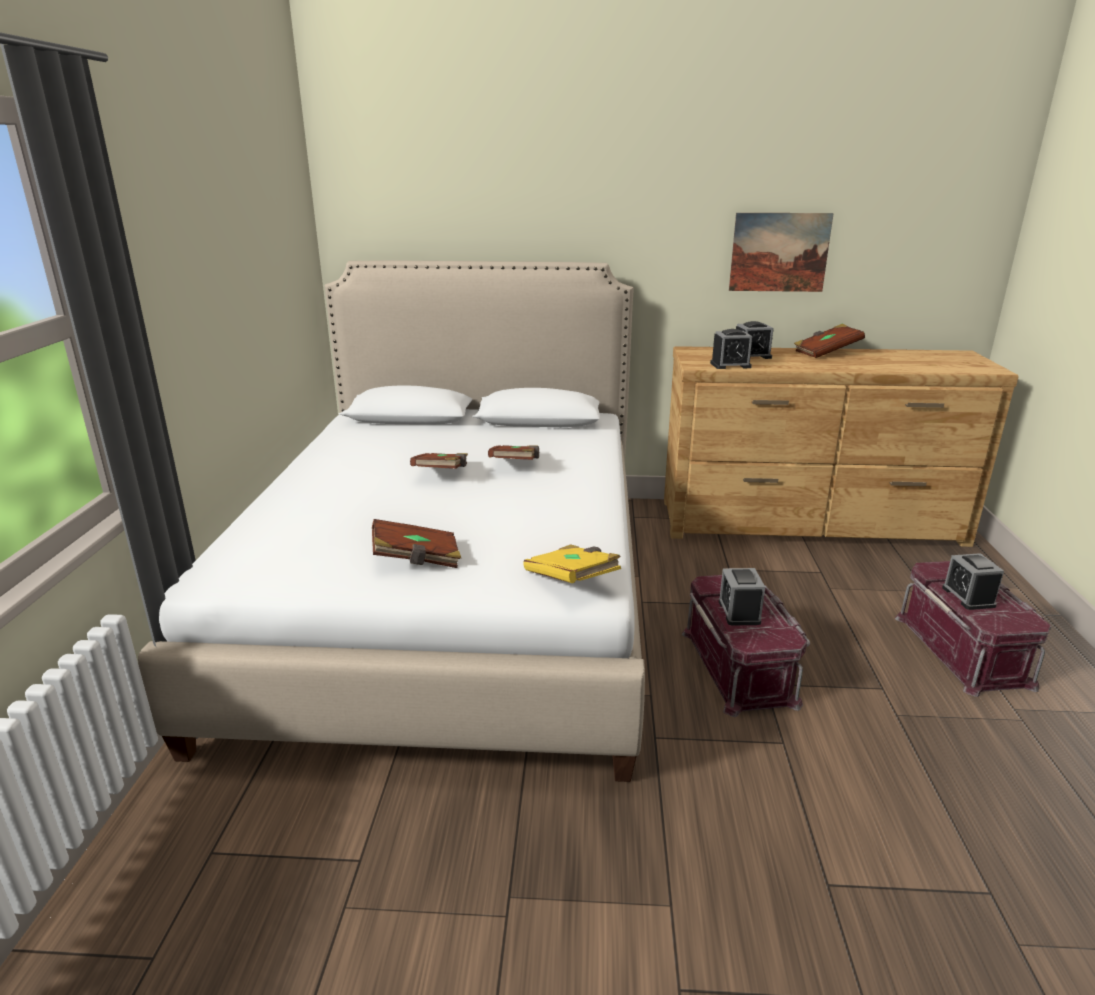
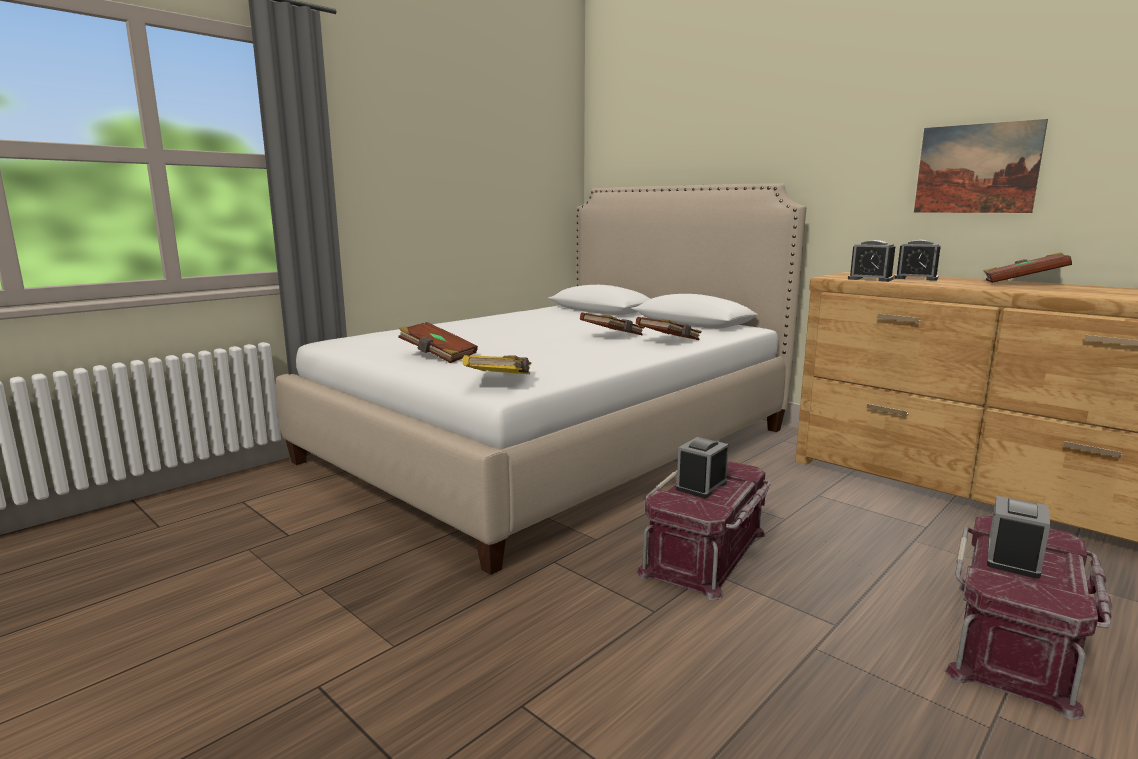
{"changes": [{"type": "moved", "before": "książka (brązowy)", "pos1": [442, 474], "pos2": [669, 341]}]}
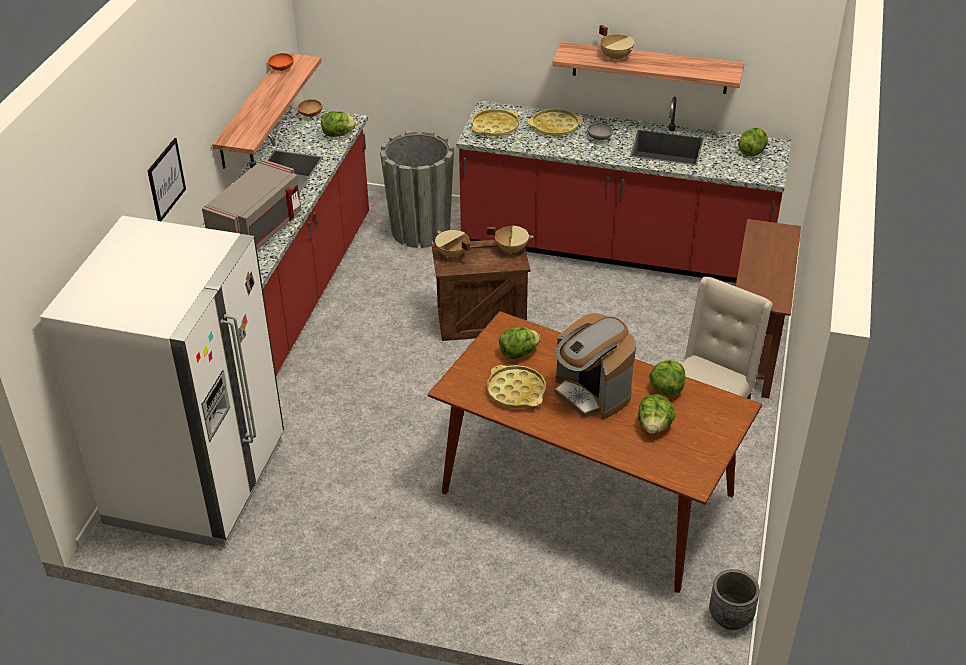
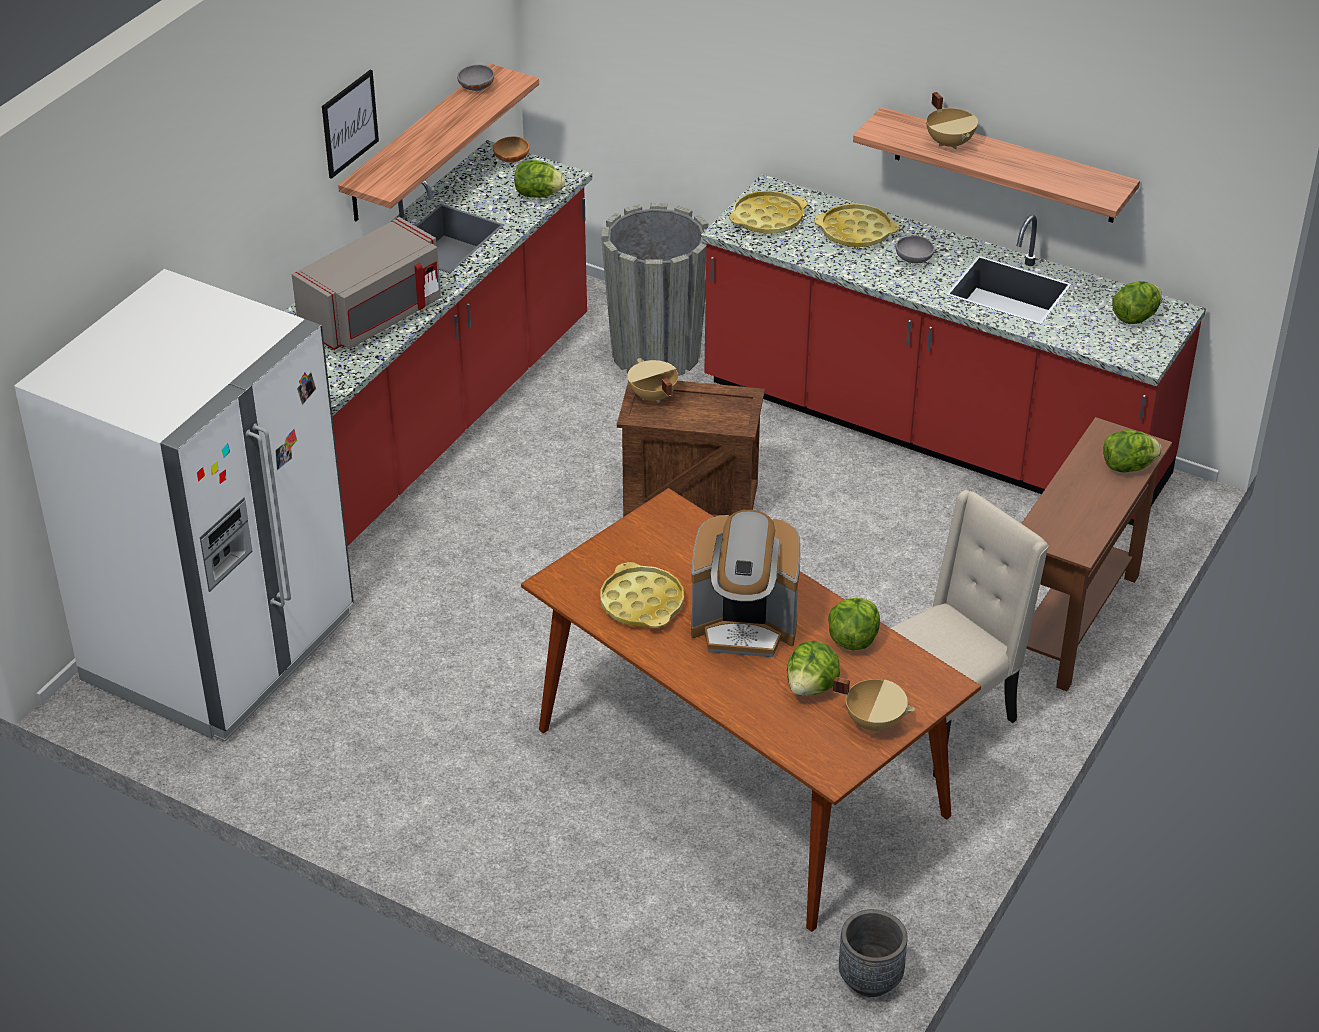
{"changes": [{"type": "moved", "before": "obraz", "pos1": [166, 180], "pos2": [349, 123]}, {"type": "moved", "before": "garnek (beżowy)", "pos1": [511, 249], "pos2": [874, 721]}, {"type": "moved", "before": "sałata", "pos1": [518, 353], "pos2": [1127, 467]}, {"type": "recoloured", "before": "miska (pomarańczowy)", "after": "miska (szary)", "pos1": [281, 69], "pos2": [475, 88]}, {"type": "turned", "before": "ekspres do kawy", "pos1": [591, 393], "pos2": [744, 626], "turn": -60}]}
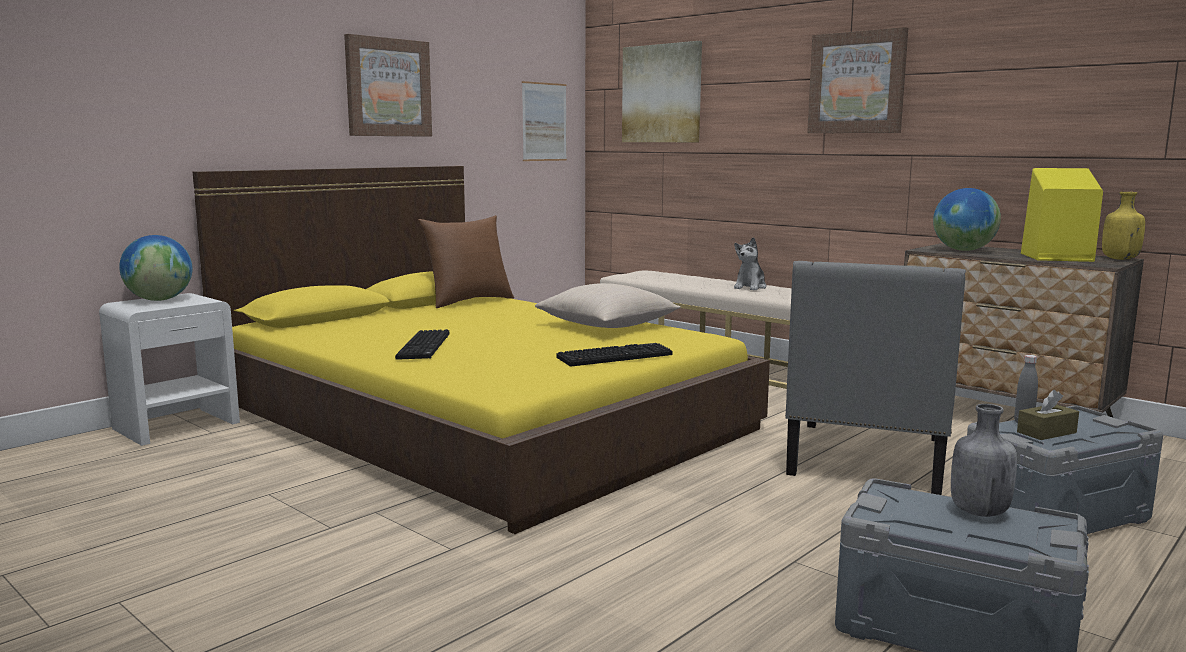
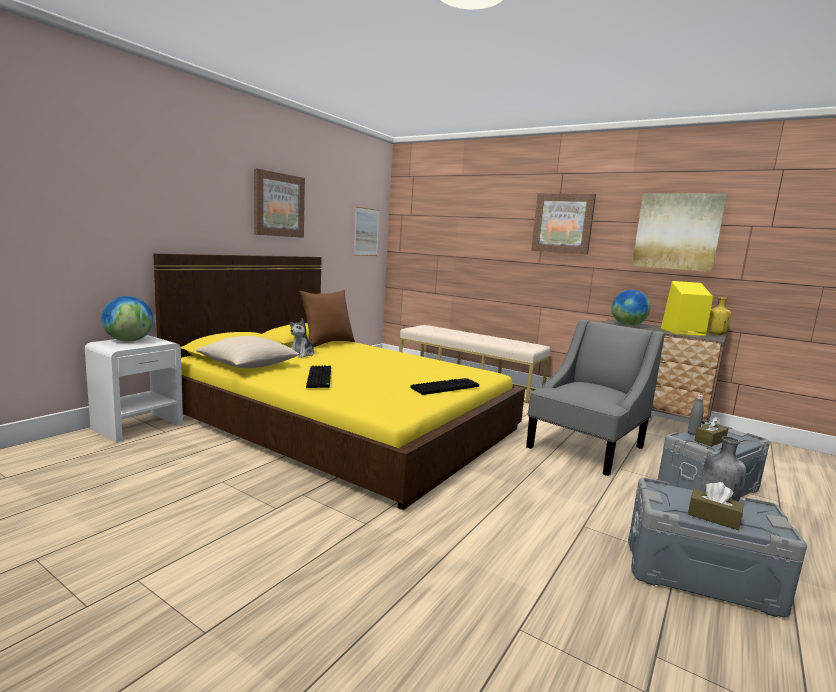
{"changes": [{"type": "added", "after": "pudełko chusteczek (brązowy)", "pos2": [713, 517]}, {"type": "moved", "before": "poduszka (beżowy)", "pos1": [607, 326], "pos2": [248, 365]}, {"type": "moved", "before": "obraz", "pos1": [662, 94], "pos2": [677, 231]}, {"type": "moved", "before": "pluszak", "pos1": [750, 287], "pos2": [302, 354]}, {"type": "turned", "before": "fotel (szary)", "pos1": [867, 455], "pos2": [586, 447], "turn": -150}]}
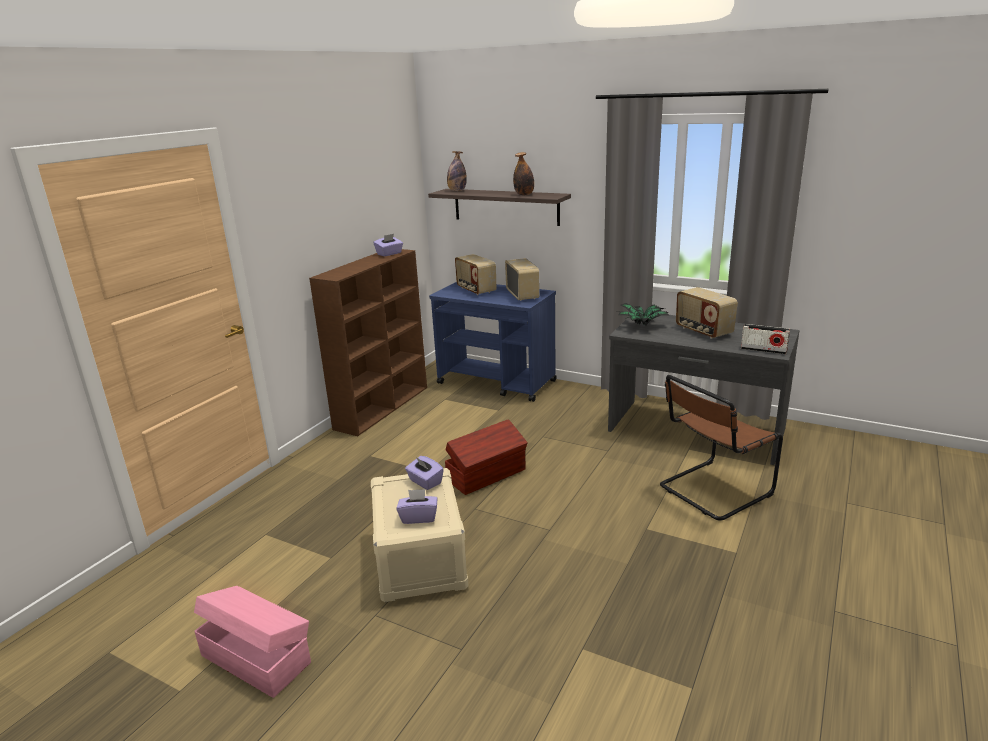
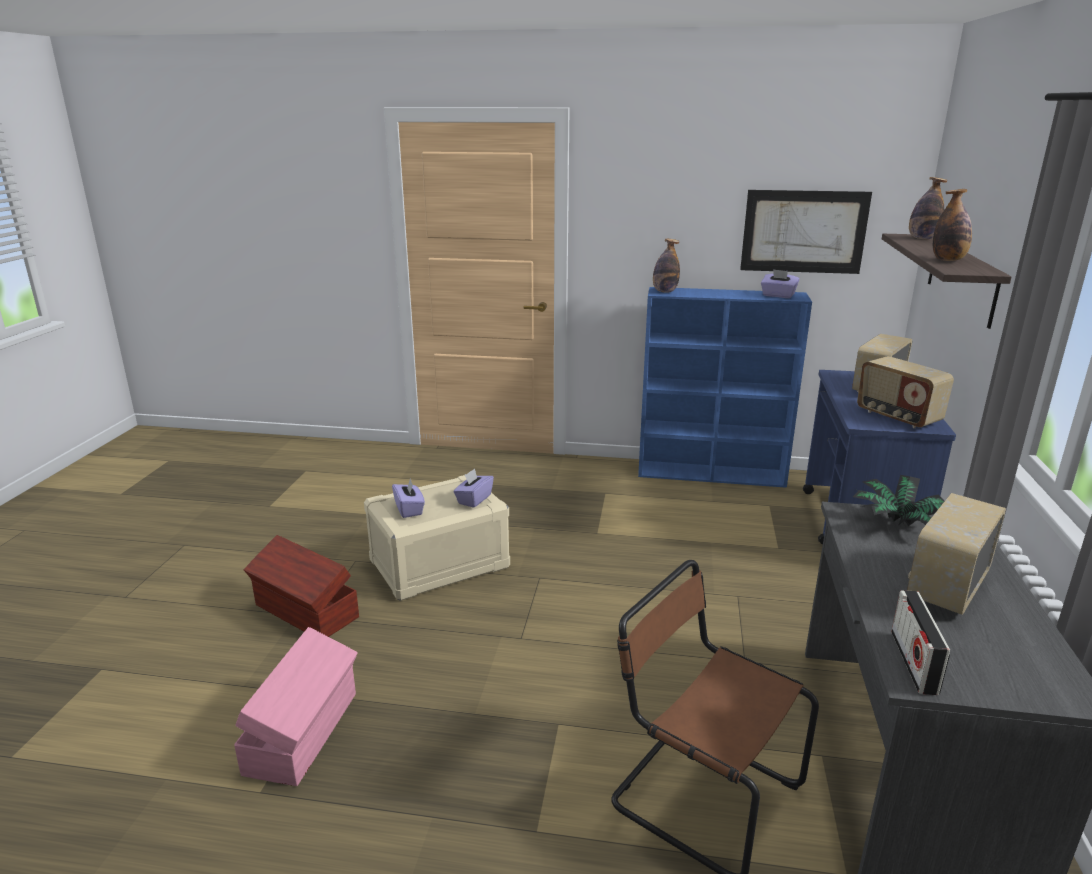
{"changes": [{"type": "added", "after": "butelka", "pos2": [664, 291]}, {"type": "added", "after": "obraz", "pos2": [804, 232]}, {"type": "moved", "before": "pojemnik do przechowywania (różowy)", "pos1": [256, 657], "pos2": [304, 732]}, {"type": "moved", "before": "pojemnik do przechowywania (brązowy)", "pos1": [487, 475], "pos2": [306, 612]}, {"type": "recoloured", "before": "regał (brązowy)", "after": "regał (niebieski)", "pos1": [383, 407], "pos2": [712, 473]}, {"type": "turned", "before": "radio", "pos1": [523, 295], "pos2": [897, 417], "turn": 90}]}
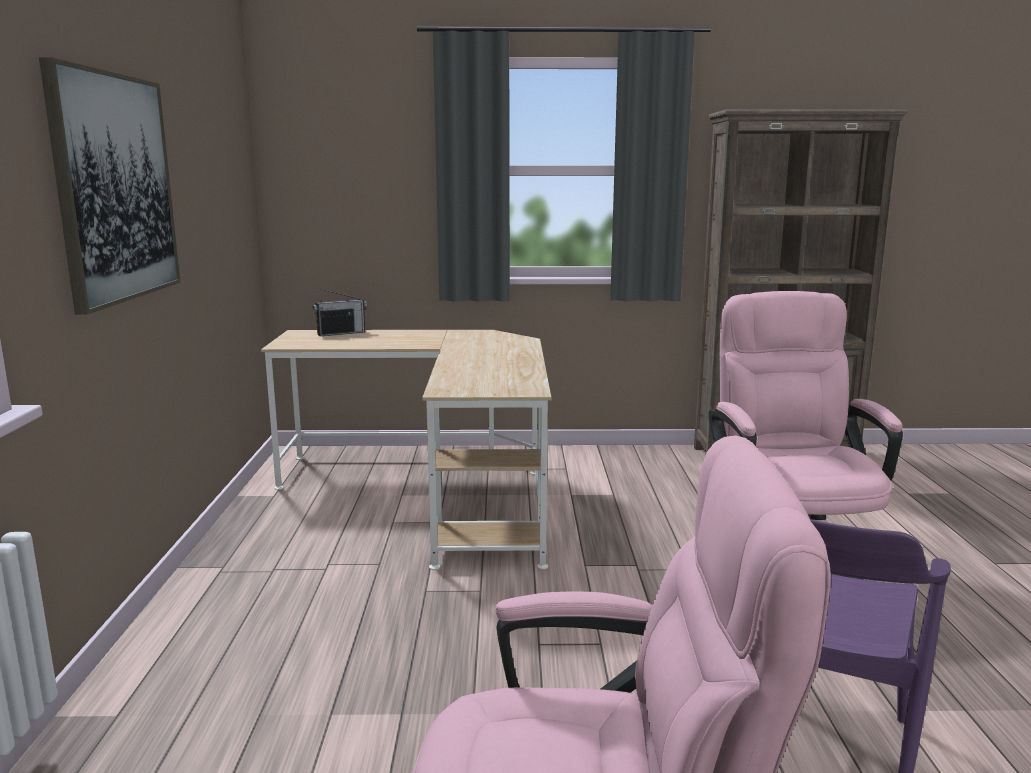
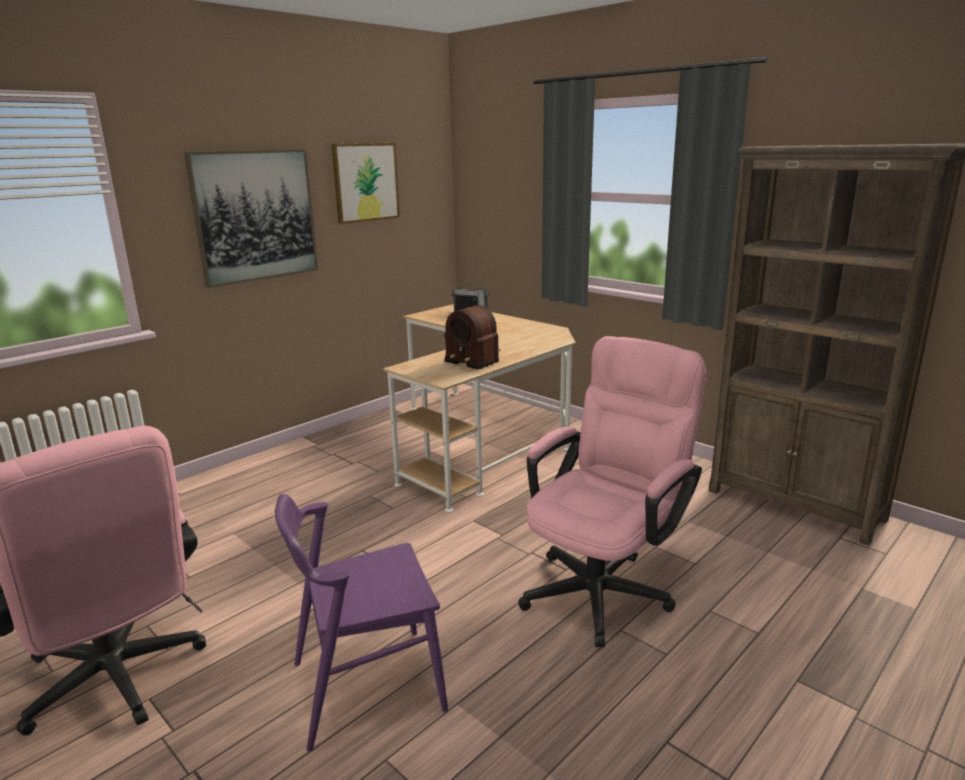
{"changes": [{"type": "added", "after": "obraz", "pos2": [366, 182]}, {"type": "added", "after": "radio", "pos2": [472, 358]}]}
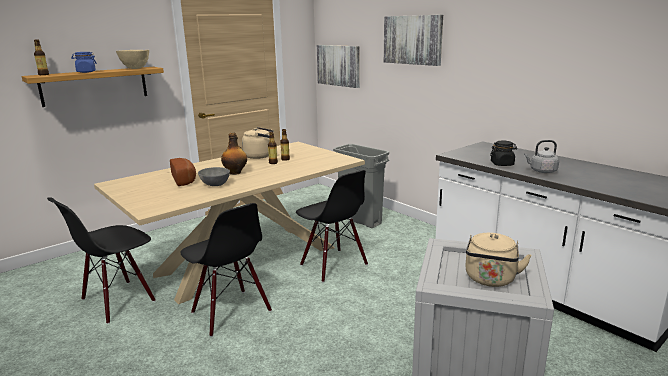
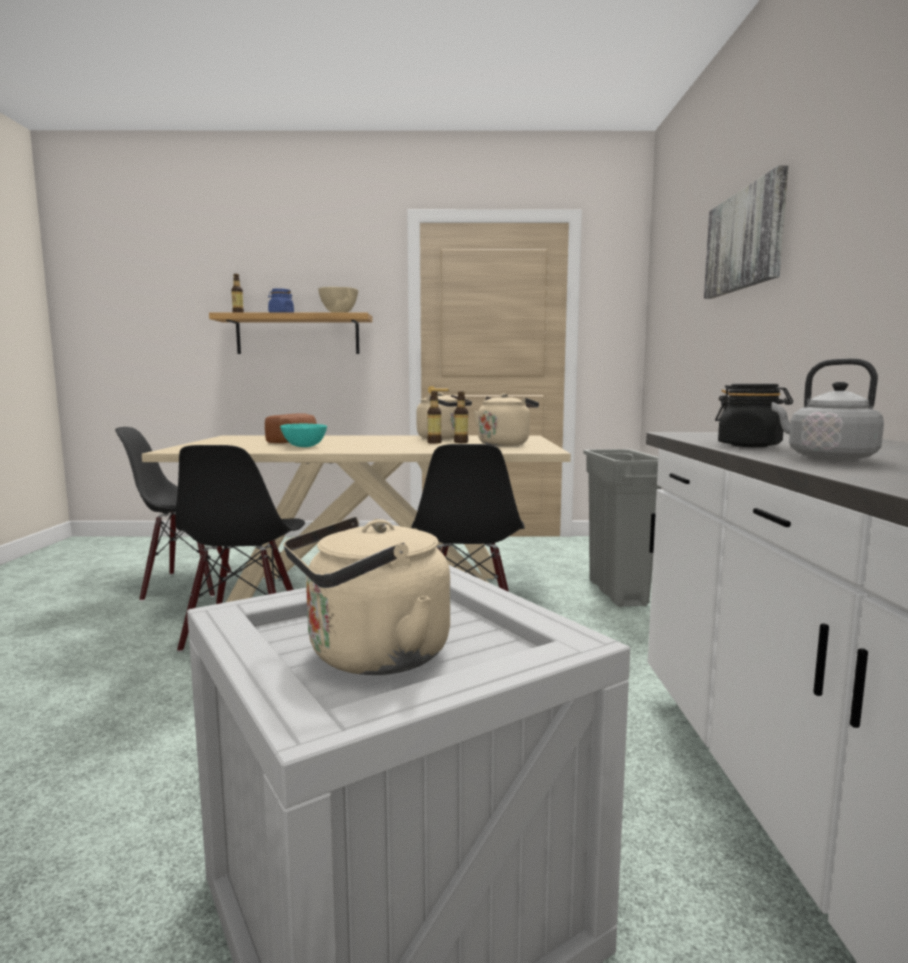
{"changes": [{"type": "removed", "before": "butelka", "pos1": [235, 172]}, {"type": "removed", "before": "obraz", "pos1": [338, 65]}, {"type": "added", "after": "czajnik (beżowy)", "pos2": [505, 444]}, {"type": "recoloured", "before": "miska (szary)", "after": "miska (turkusowy)", "pos1": [215, 184], "pos2": [304, 446]}]}
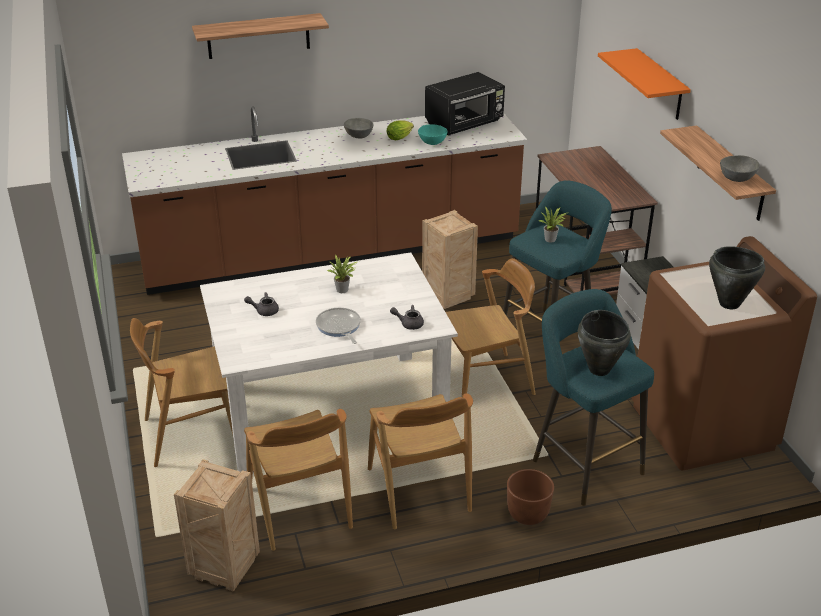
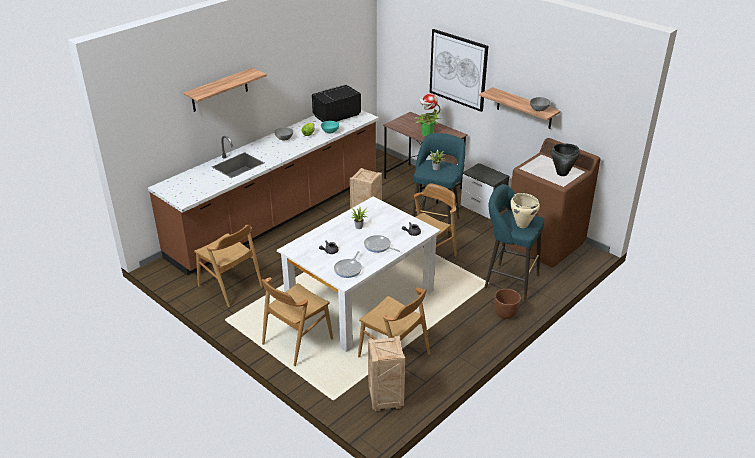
{"changes": [{"type": "added", "after": "patelnia", "pos2": [349, 269]}, {"type": "added", "after": "roślina doniczkowa", "pos2": [426, 133]}, {"type": "moved", "before": "krzesło (brązowy)", "pos1": [418, 490], "pos2": [230, 286]}, {"type": "replaced", "before": "półka (pomarańczowy)", "after": "obraz", "pos1": [660, 85], "pos2": [458, 69]}, {"type": "recoloured", "before": "garnek (czarny)", "after": "garnek (beżowy)", "pos1": [599, 369], "pos2": [522, 225]}, {"type": "turned", "before": "mikrofalówka (czarny)", "pos1": [465, 123], "pos2": [336, 116], "turn": -150}]}
